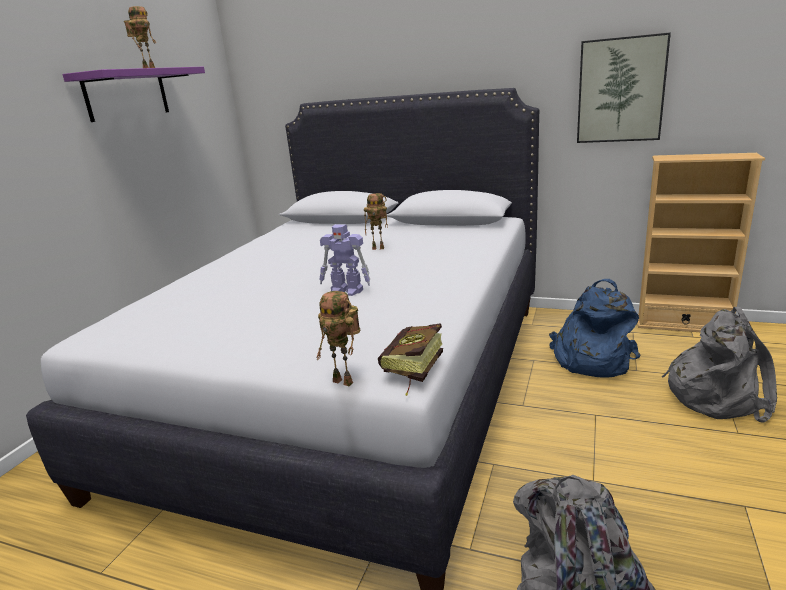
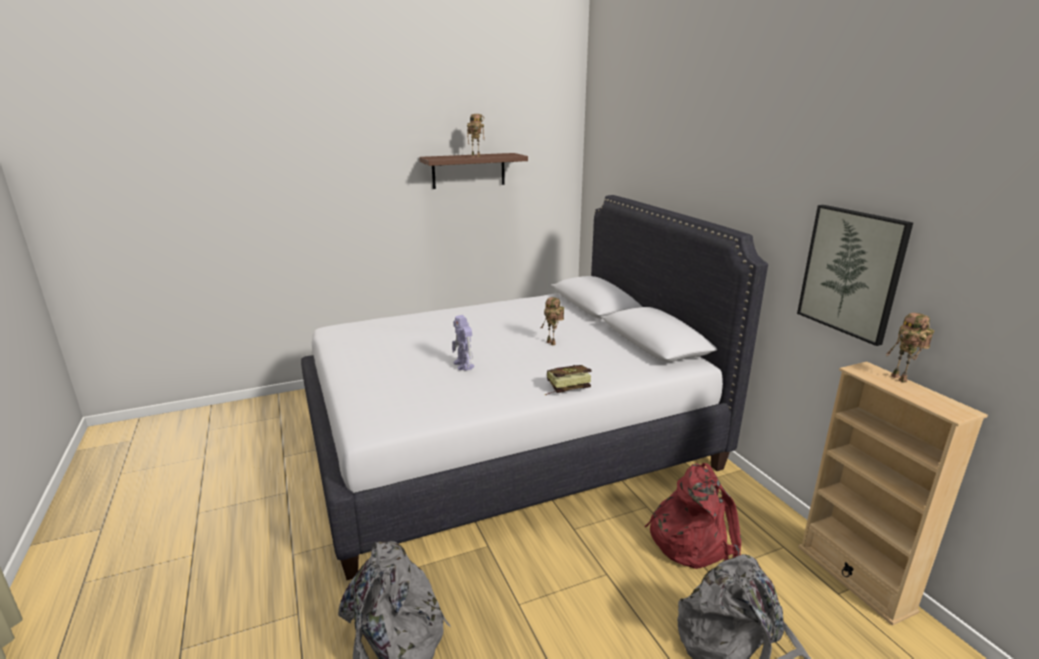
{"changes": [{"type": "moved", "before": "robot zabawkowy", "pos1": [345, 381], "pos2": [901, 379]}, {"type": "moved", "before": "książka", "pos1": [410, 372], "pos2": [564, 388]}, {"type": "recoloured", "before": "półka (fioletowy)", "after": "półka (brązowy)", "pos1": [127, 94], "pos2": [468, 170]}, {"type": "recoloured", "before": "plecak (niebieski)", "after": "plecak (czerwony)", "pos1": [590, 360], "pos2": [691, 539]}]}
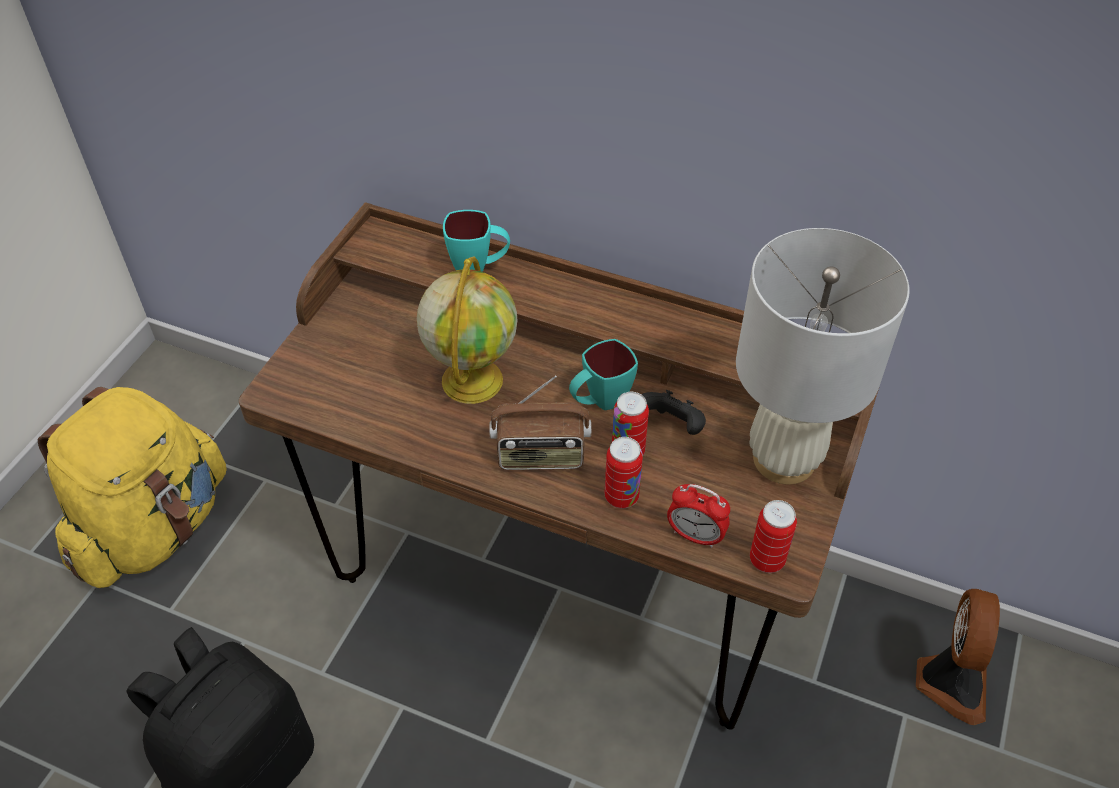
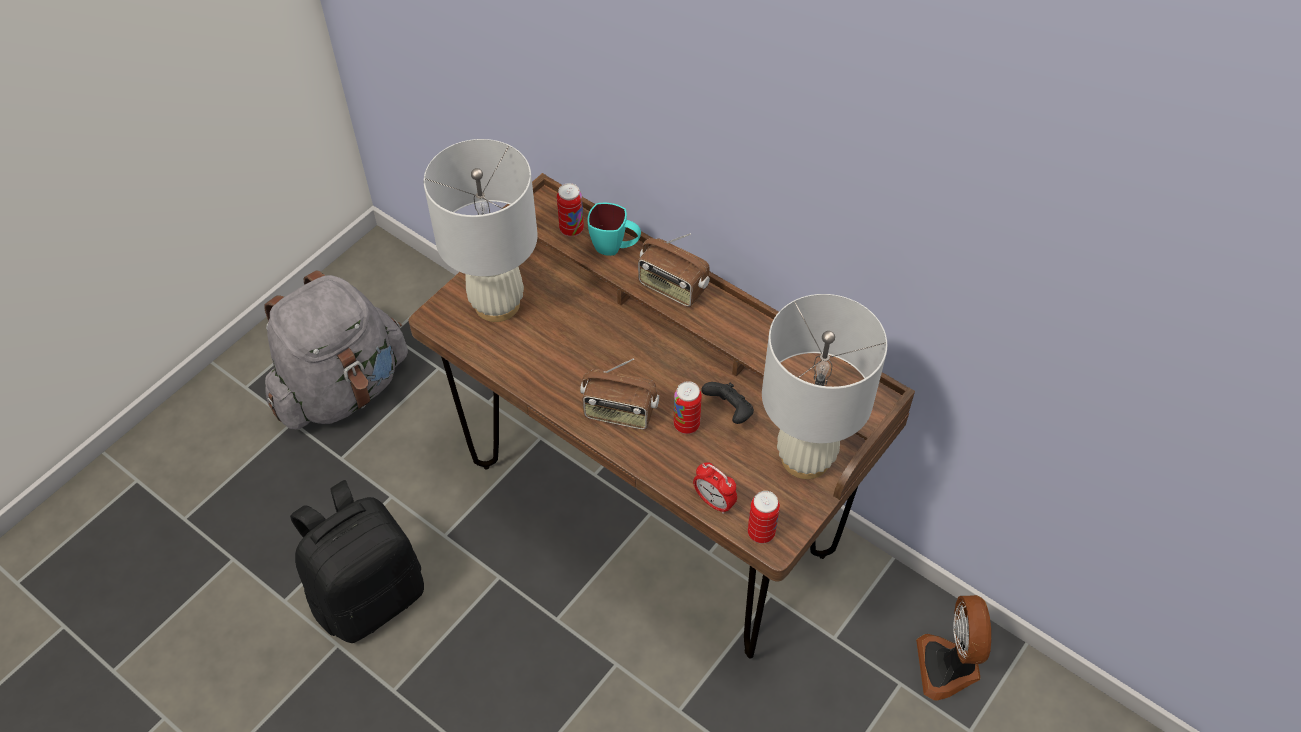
{"changes": [{"type": "removed", "before": "globus", "pos1": [472, 378]}, {"type": "removed", "before": "kubek (turkusowy)", "pos1": [599, 402]}, {"type": "added", "after": "lampa stołowa (biały)", "pos2": [497, 304]}, {"type": "added", "after": "radio", "pos2": [672, 287]}, {"type": "moved", "before": "puszka", "pos1": [621, 497], "pos2": [571, 229]}, {"type": "recoloured", "before": "plecak (żółty)", "after": "plecak (szary)", "pos1": [155, 528], "pos2": [343, 389]}, {"type": "turned", "before": "wentylator", "pos1": [950, 682], "pos2": [949, 667], "turn": 150}]}
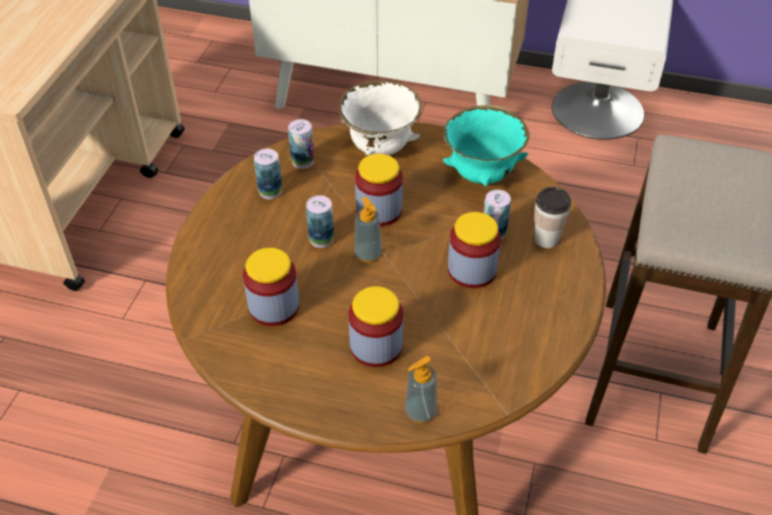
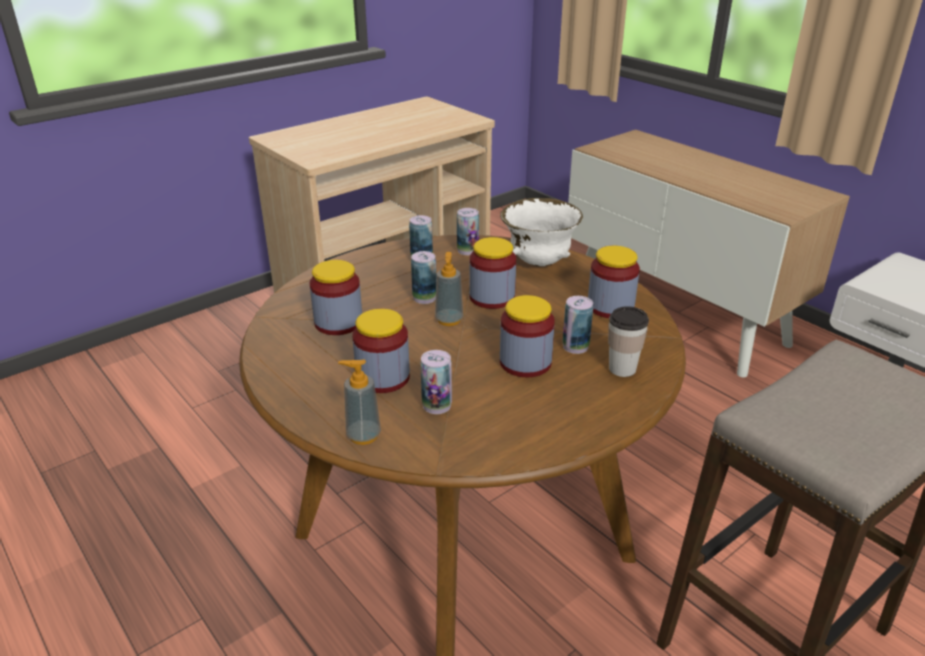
{"changes": [{"type": "added", "after": "puszka", "pos2": [437, 405]}, {"type": "replaced", "before": "miska (turkusowy)", "after": "słoik", "pos1": [482, 175], "pos2": [610, 307]}]}
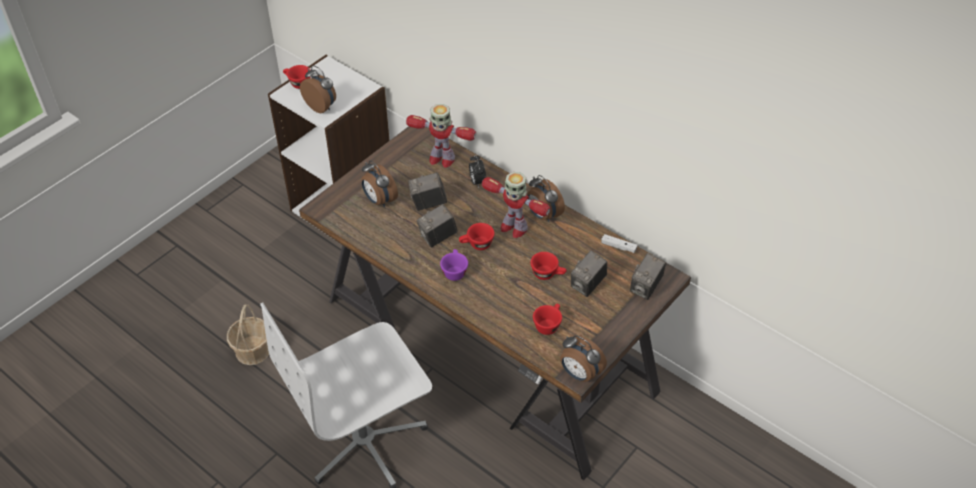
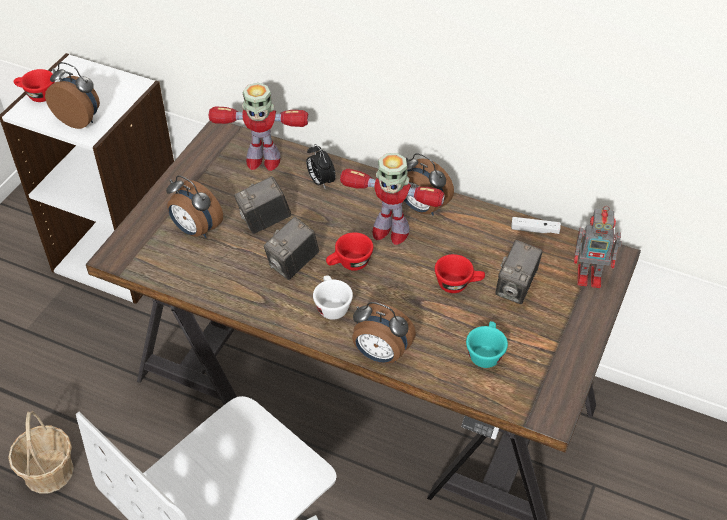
{"changes": [{"type": "moved", "before": "budzik", "pos1": [579, 374], "pos2": [380, 354]}, {"type": "replaced", "before": "aparat fotograficzny", "after": "robot zabawkowy", "pos1": [645, 288], "pos2": [591, 276]}, {"type": "recoloured", "before": "filiżanka (fioletowy)", "after": "filiżanka (biały)", "pos1": [454, 271], "pos2": [331, 306]}, {"type": "recoloured", "before": "filiżanka (czerwony)", "after": "filiżanka (turkusowy)", "pos1": [548, 324], "pos2": [485, 352]}]}
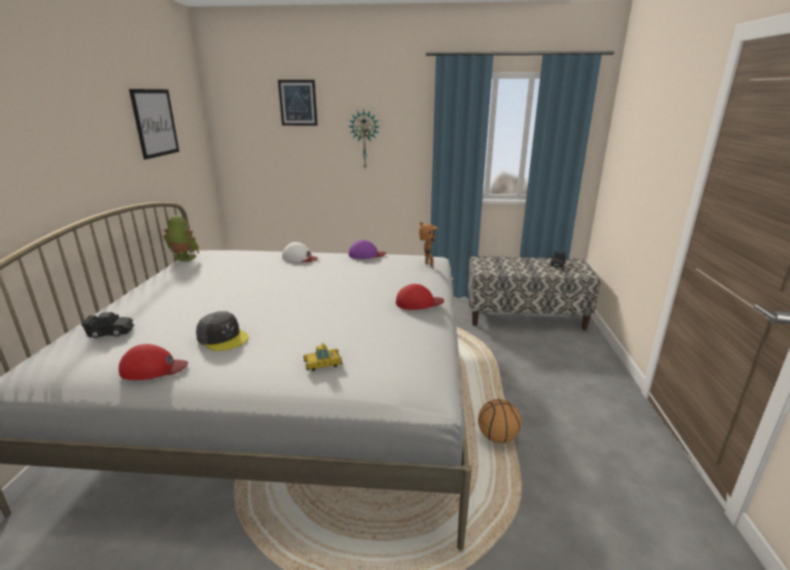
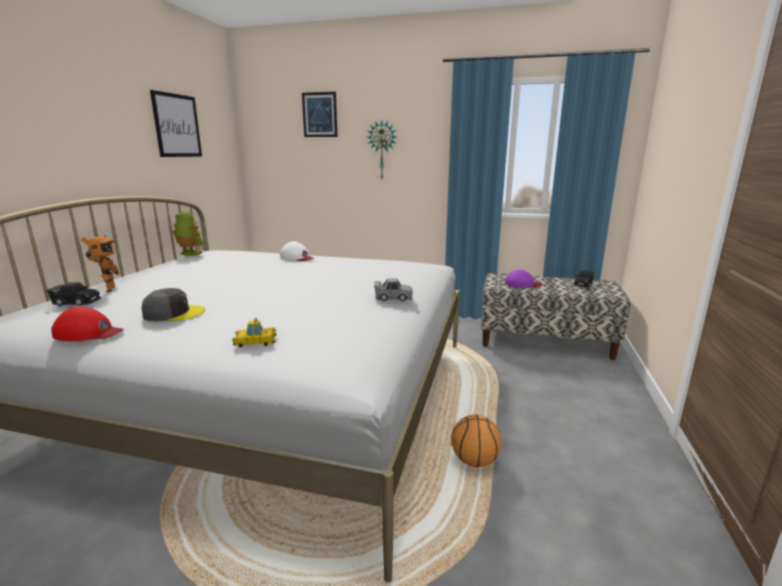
{"changes": [{"type": "moved", "before": "czapka z daszkiem (fioletowy)", "pos1": [366, 255], "pos2": [522, 284]}, {"type": "moved", "before": "robot zabawkowy", "pos1": [427, 265], "pos2": [107, 290]}, {"type": "replaced", "before": "czapka z daszkiem (czerwony)", "after": "samochodzik (szary)", "pos1": [418, 302], "pos2": [393, 298]}, {"type": "turned", "before": "czapka z daszkiem (szary)", "pos1": [223, 337], "pos2": [173, 313], "turn": -60}]}
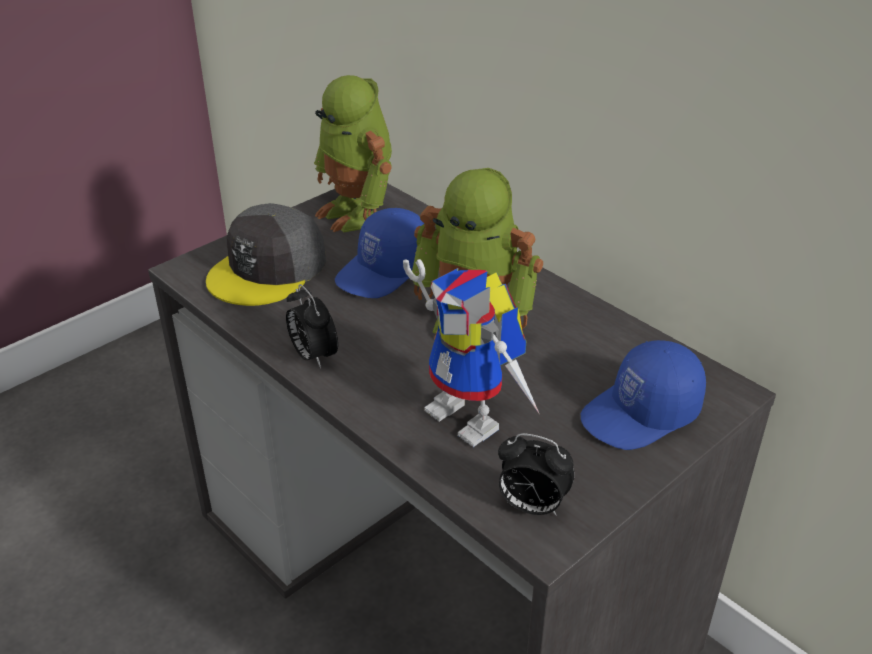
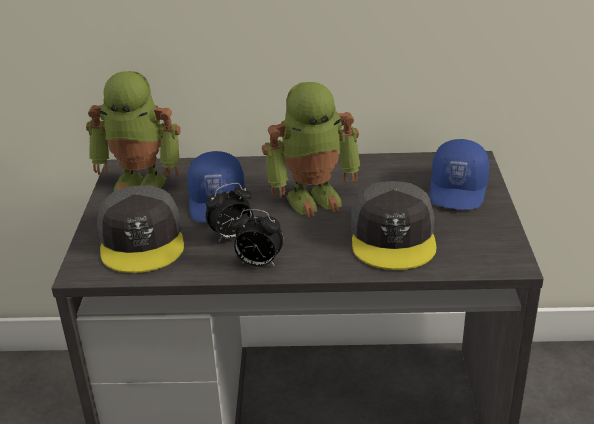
{"changes": [{"type": "moved", "before": "budzik", "pos1": [531, 506], "pos2": [232, 237]}, {"type": "replaced", "before": "robot zabawkowy", "after": "czapka z daszkiem (szary)", "pos1": [475, 417], "pos2": [393, 237]}]}
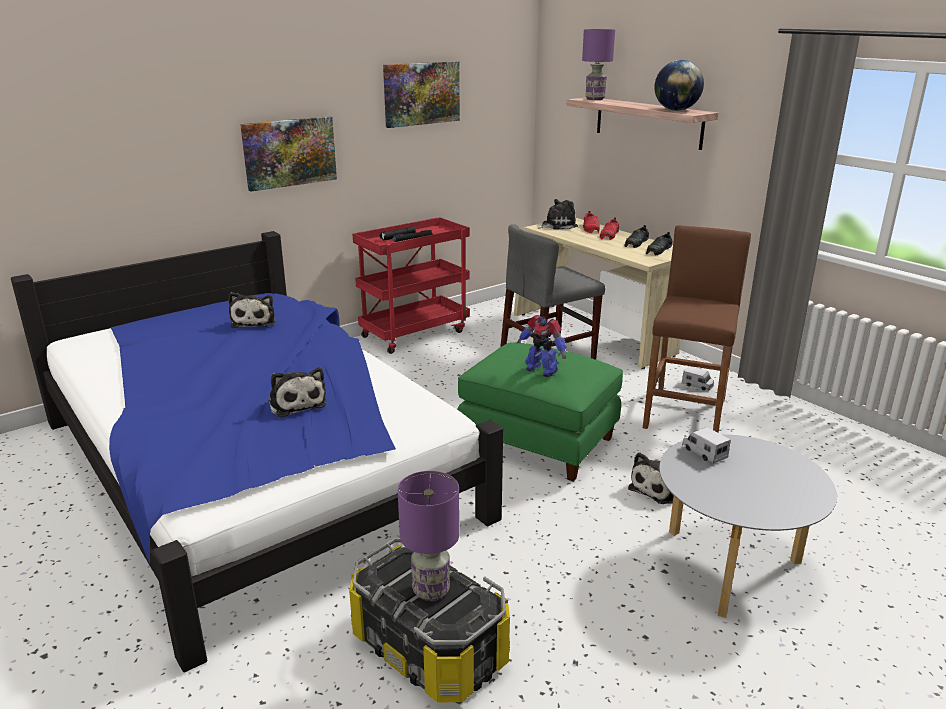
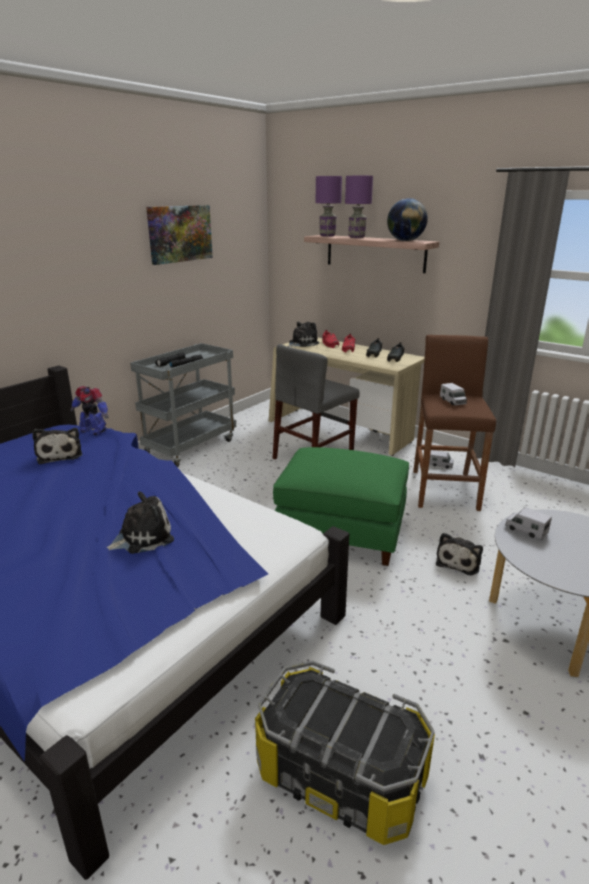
{"changes": [{"type": "removed", "before": "obraz", "pos1": [289, 152]}, {"type": "added", "after": "ciężarówka zabawkowa", "pos2": [452, 401]}, {"type": "moved", "before": "lampa stołowa (fioletowy)", "pos1": [430, 591], "pos2": [356, 237]}, {"type": "moved", "before": "robot zabawkowy", "pos1": [541, 370], "pos2": [93, 430]}, {"type": "recoloured", "before": "wózek (czerwony)", "after": "wózek (szary)", "pos1": [415, 333], "pos2": [190, 446]}, {"type": "turned", "before": "pluszak", "pos1": [296, 403], "pos2": [142, 537], "turn": -75}]}
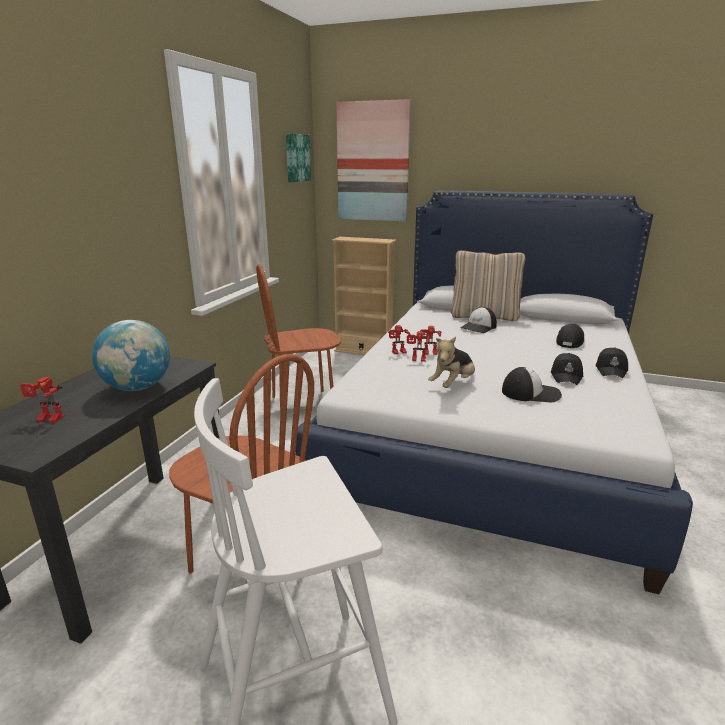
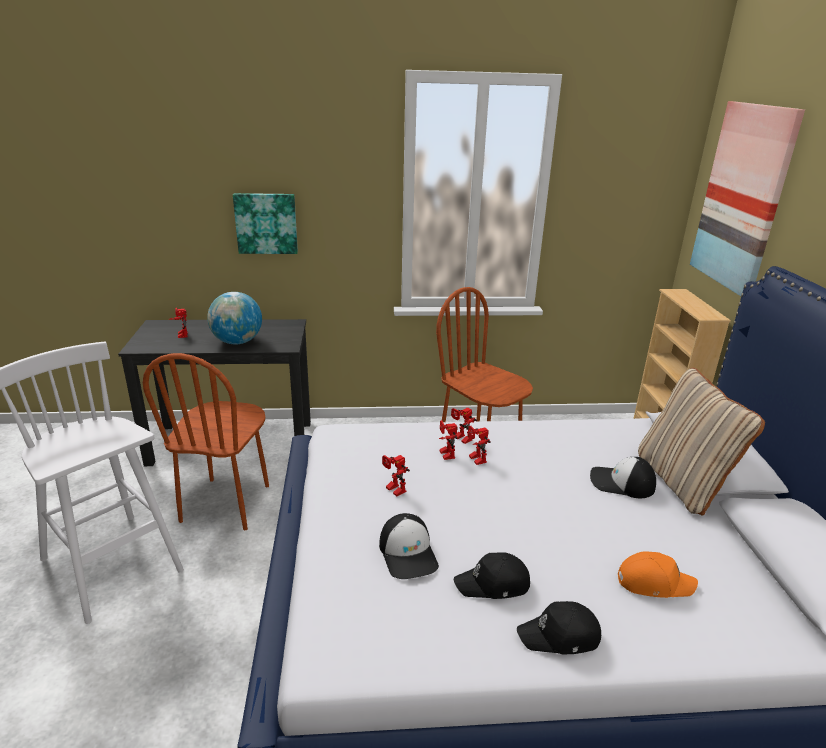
{"changes": [{"type": "moved", "before": "obraz", "pos1": [296, 158], "pos2": [266, 223]}, {"type": "replaced", "before": "pluszak", "after": "robot zabawkowy", "pos1": [453, 384], "pos2": [393, 490]}, {"type": "recoloured", "before": "czapka z daszkiem (czarny)", "after": "czapka z daszkiem (pomarańczowy)", "pos1": [569, 342], "pos2": [654, 582]}]}
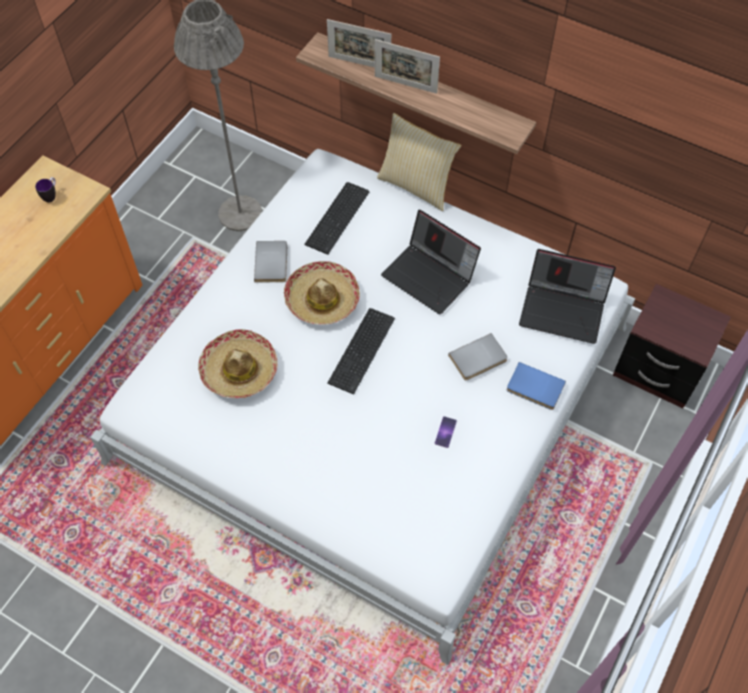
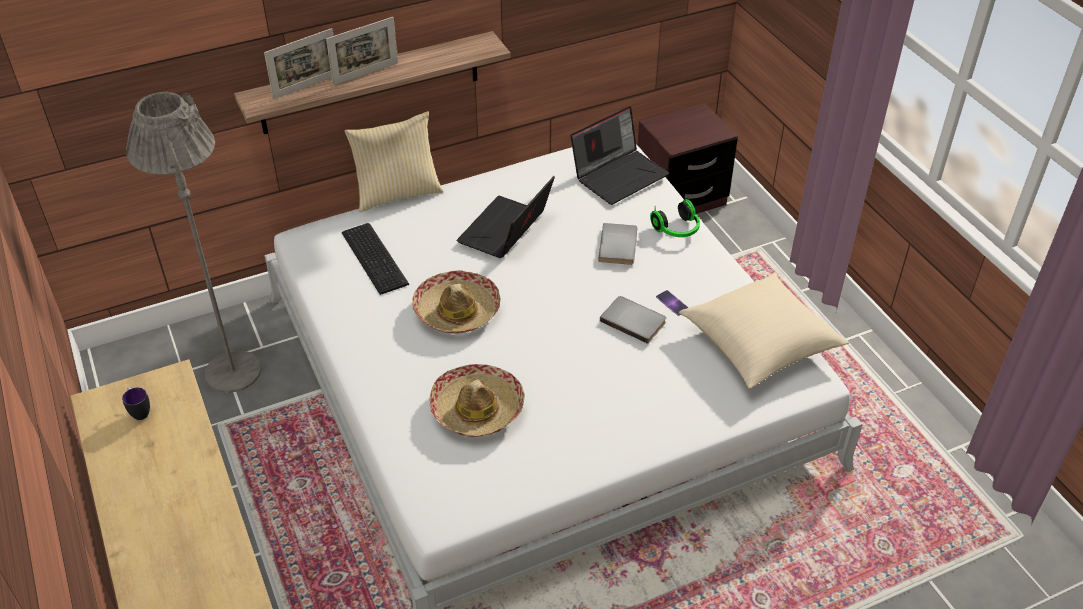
{"changes": [{"type": "removed", "before": "klawiatura", "pos1": [363, 350]}, {"type": "added", "after": "poduszka (beżowy)", "pos2": [759, 343]}, {"type": "moved", "before": "książka (szary)", "pos1": [272, 263], "pos2": [634, 320]}, {"type": "replaced", "before": "książka (niebieski)", "after": "słuchawki", "pos1": [534, 388], "pos2": [677, 230]}, {"type": "turned", "before": "laptop", "pos1": [430, 276], "pos2": [506, 231], "turn": 135}]}
